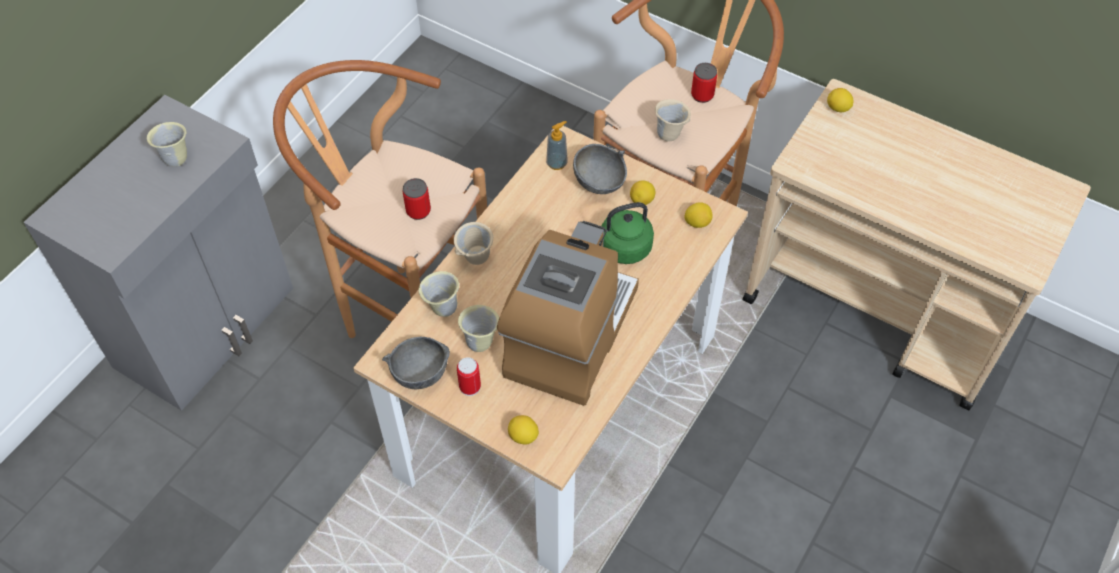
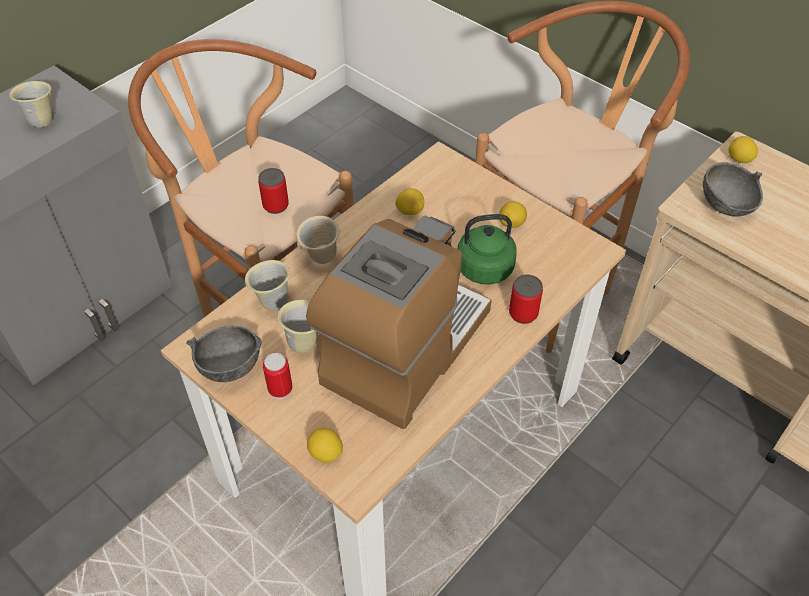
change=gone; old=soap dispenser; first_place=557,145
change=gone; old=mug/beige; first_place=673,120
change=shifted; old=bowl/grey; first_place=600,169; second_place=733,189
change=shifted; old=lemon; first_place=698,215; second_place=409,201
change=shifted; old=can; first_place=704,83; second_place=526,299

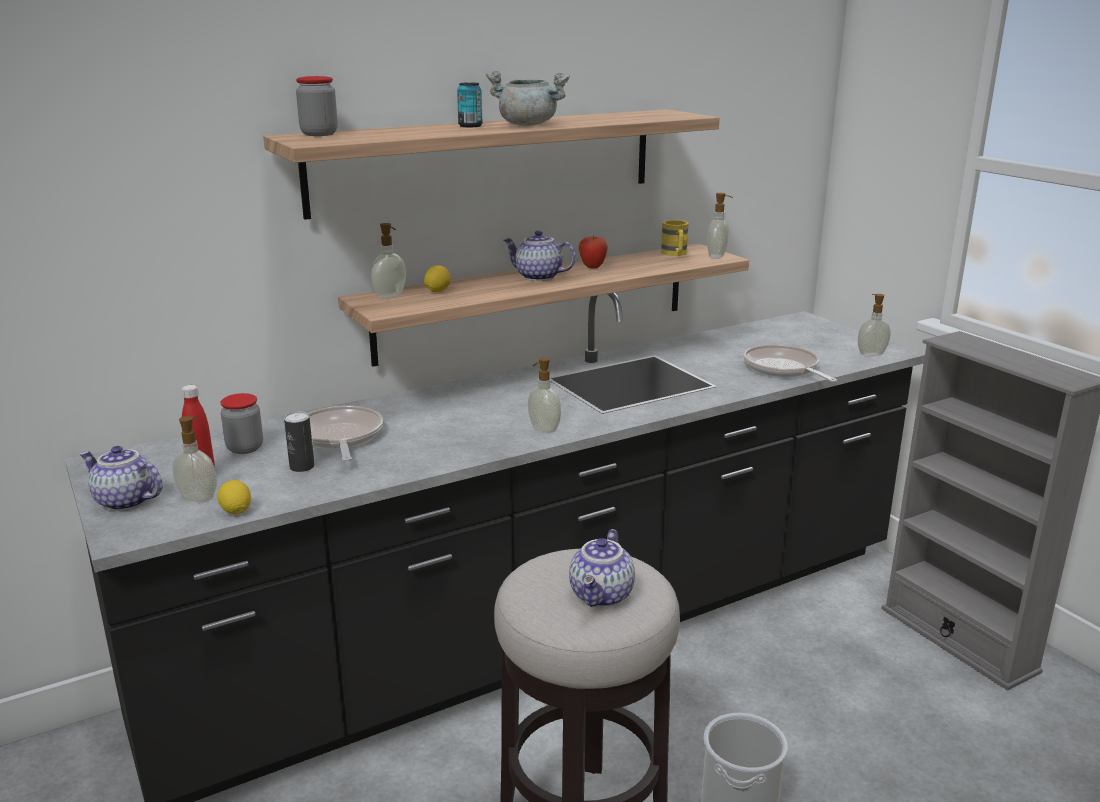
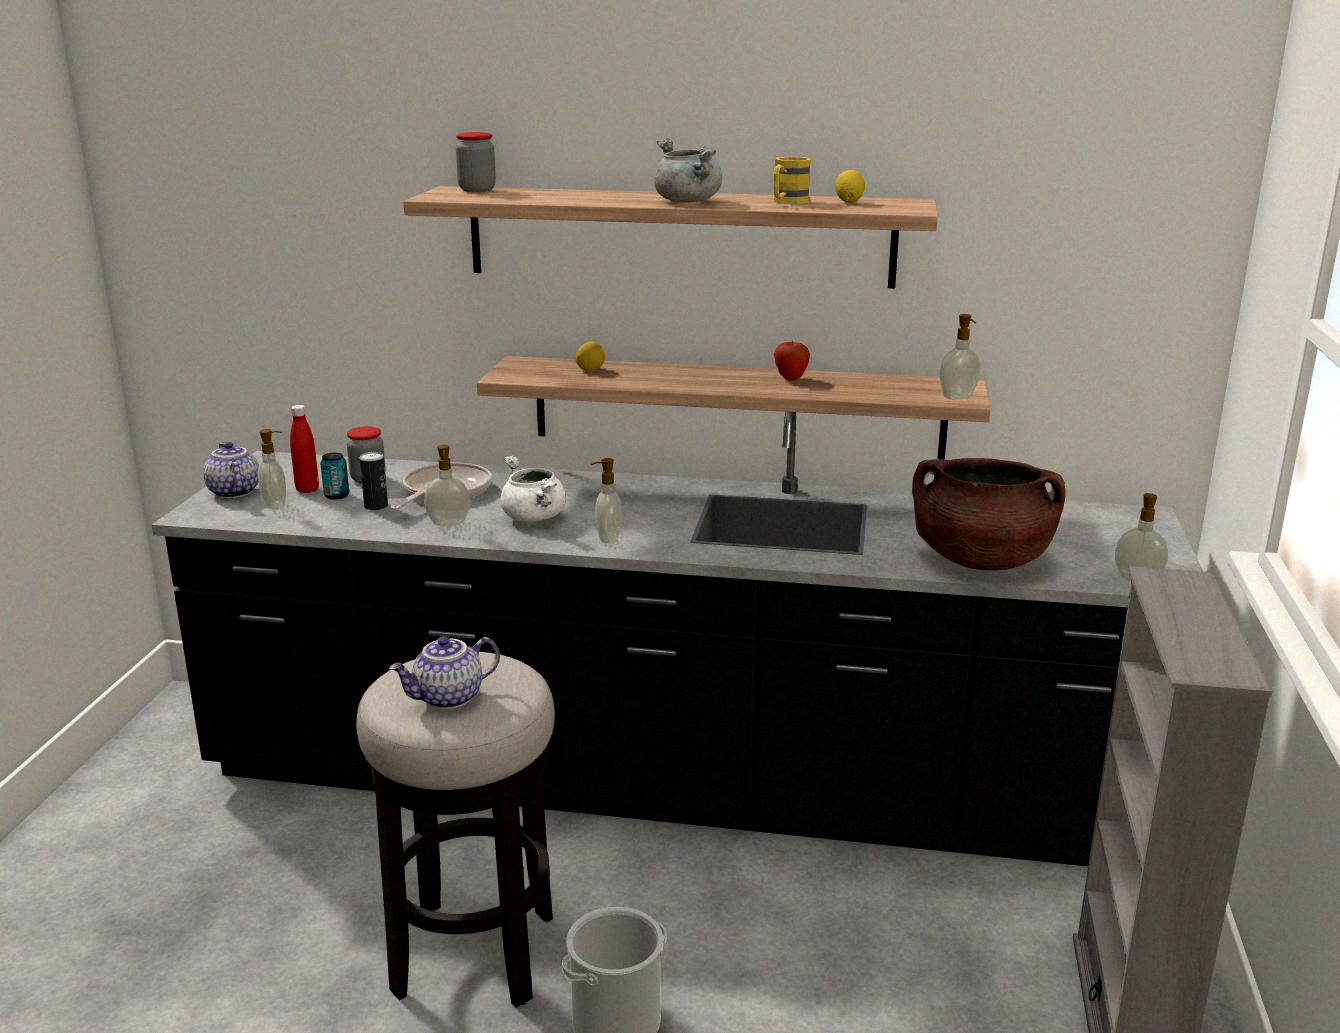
change=gone; old=teapot; first_place=540,256
change=new; new=cooking pot/white; second_place=533,488
change=shifted; old=lemon; first_place=234,497; second_place=850,186
change=shifted; old=soap dispenser; first_place=388,261; second_place=447,485
change=shifted; old=can; first_place=469,104; second_place=334,476
change=shifted; old=mug/yellow; first_place=675,238; second_place=792,180
change=swapped; old=frying pan; new=cooking pot/brown; first_place=790,363; second_place=989,514

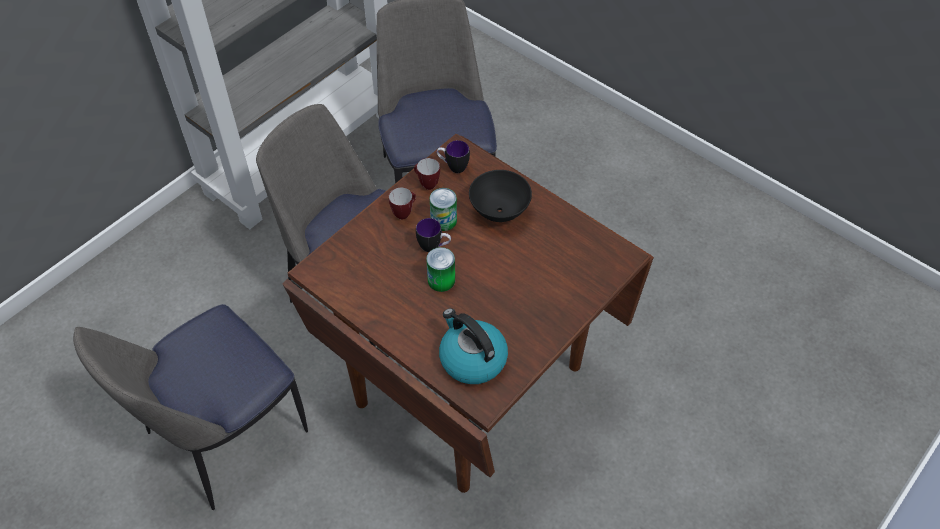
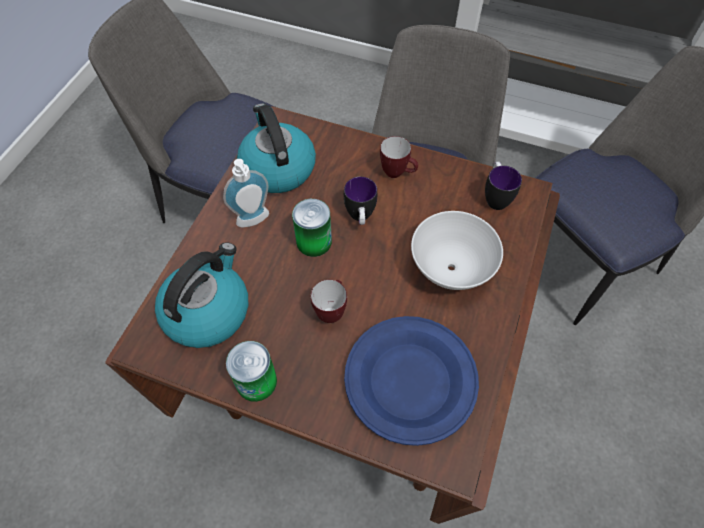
change=new; new=soap dispenser; second_place=246,193
change=new; new=kettle; second_place=276,148
change=new; new=plate/blue; second_place=411,381
change=shifted; old=mug; first_place=427,174; second_place=329,301
change=shifted; old=can; first_place=443,209; second_place=251,371
change=repainted; old=bowl/black; new=bowl/white; first_place=500,196; second_place=457,250

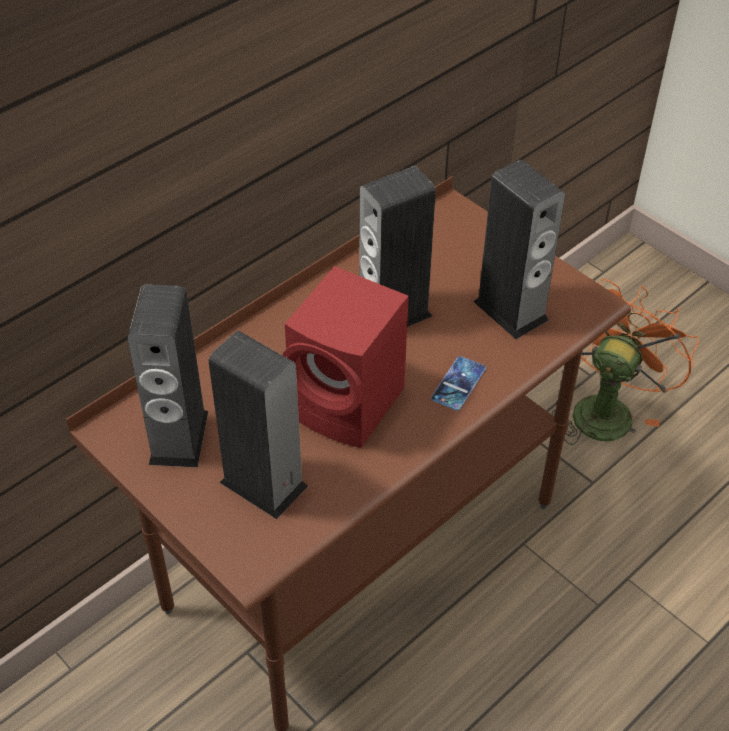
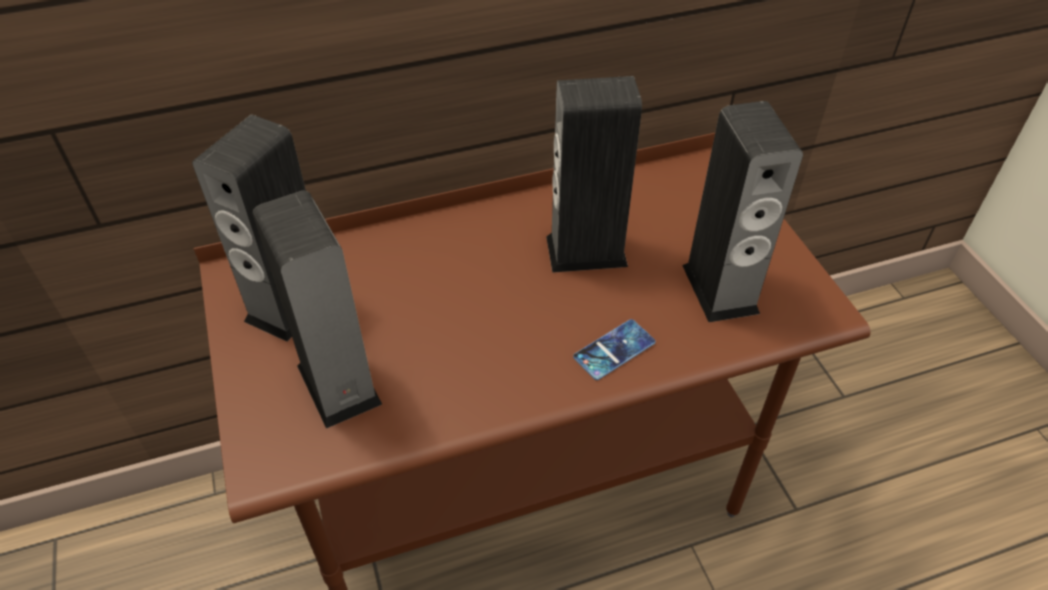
change=gone; old=speaker/red; first_place=345,357
change=gone; old=fan/orange; first_place=625,362

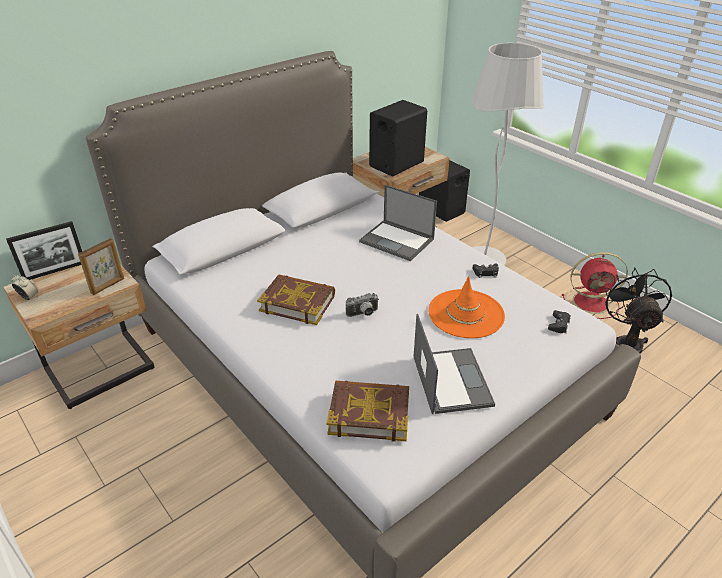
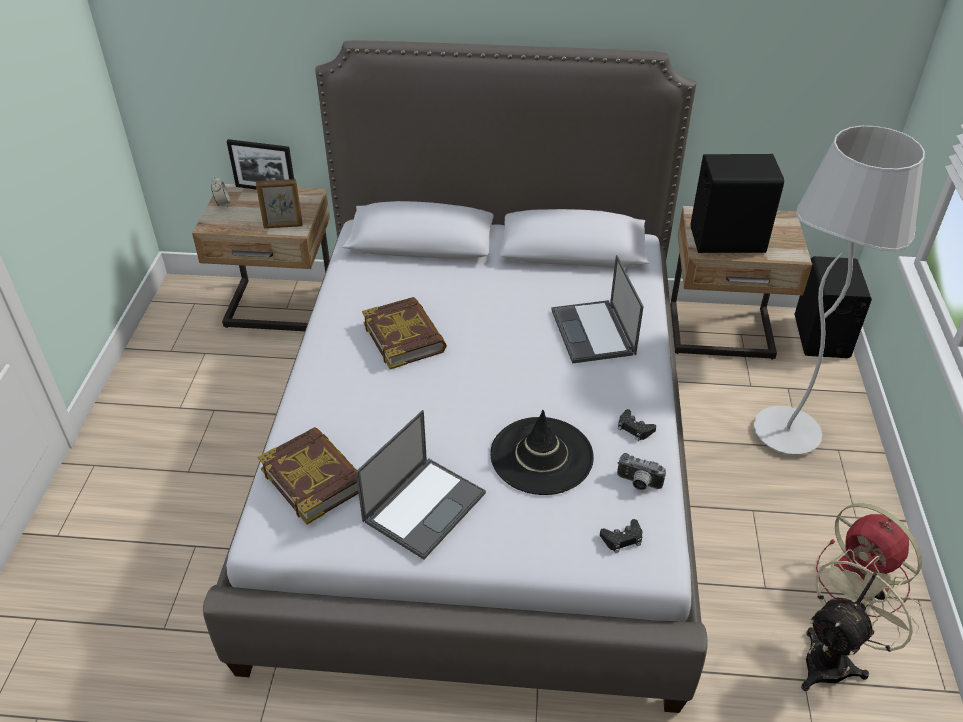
change=shifted; old=photo camera; first_place=362,305; second_place=641,471
change=repainted; old=hat/orange; new=hat/black; first_place=466,307; second_place=542,452
change=repainted; old=fan/black; new=fan/beige; first_place=638,310; second_place=862,620

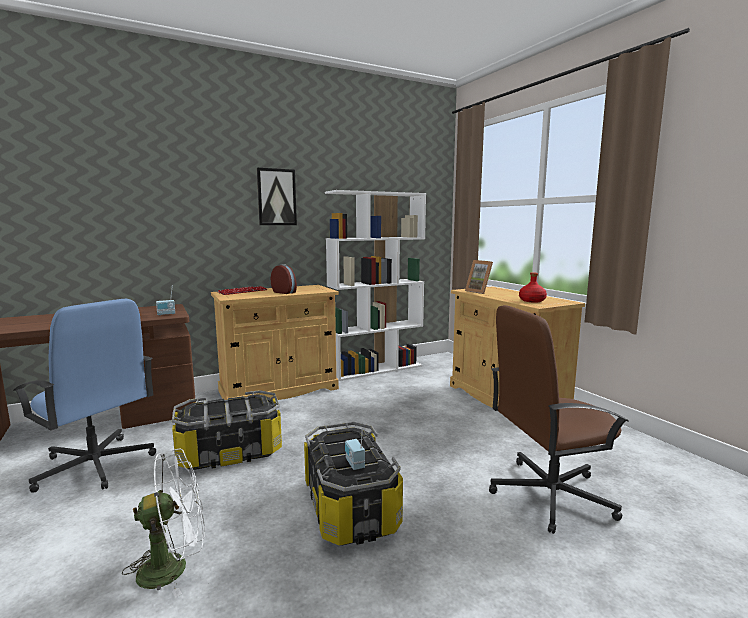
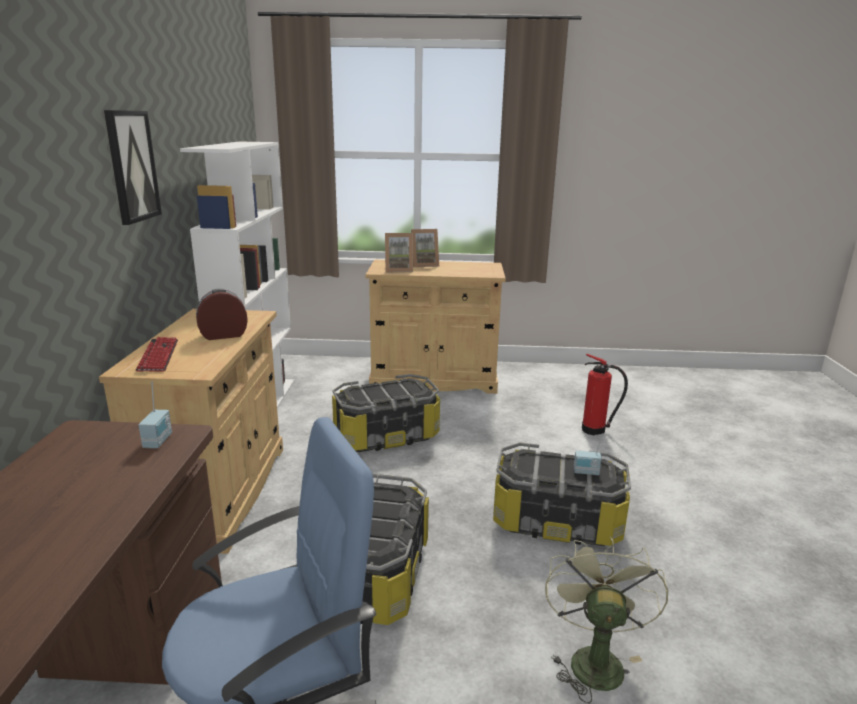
change=gone; old=bottle/red; first_place=533,287
change=new; new=storage box; second_place=386,413
change=new; new=picture frame; second_place=425,248
change=swapped; old=office chair/brown; new=fire extinguisher; first_place=559,419; second_place=605,394
change=repainted; old=fan/white; new=fan/green; first_place=163,523; second_place=607,619

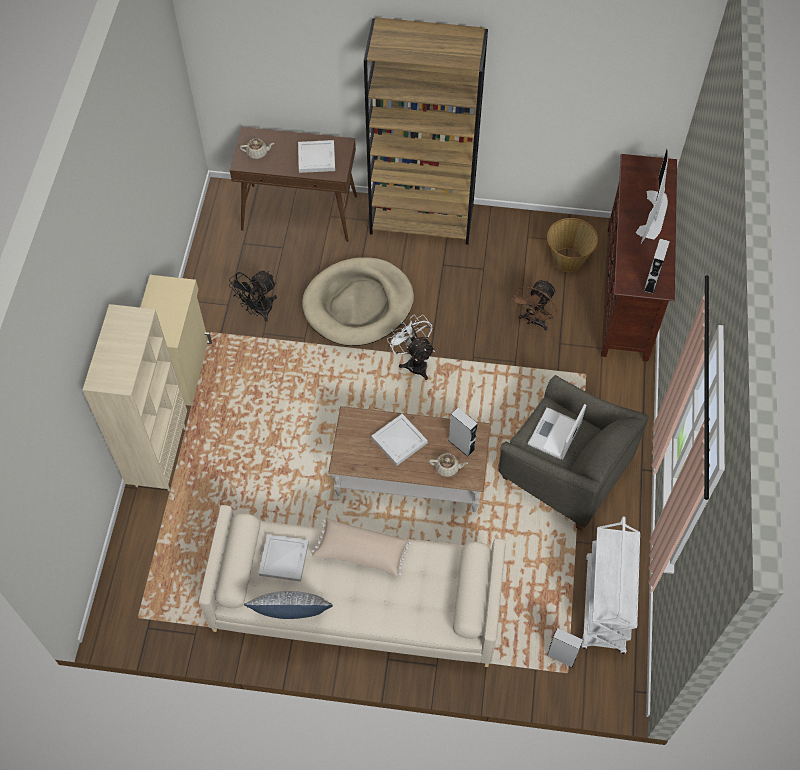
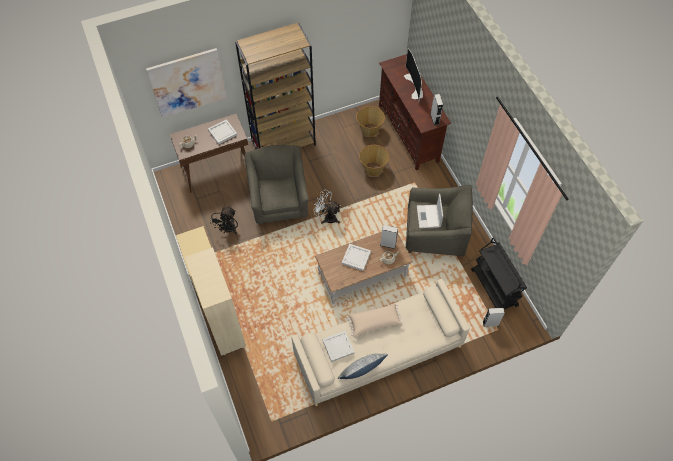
change=new; new=picture; second_place=186,83
change=swapped; old=dog bed/beige; new=armchair/grey; first_place=358,301; second_place=277,185
change=swapped; old=fan/brown; new=basket; first_place=534,305; second_place=374,160
change=repainted; old=cart/white; new=cart/black; first_place=610,585; second_place=499,273

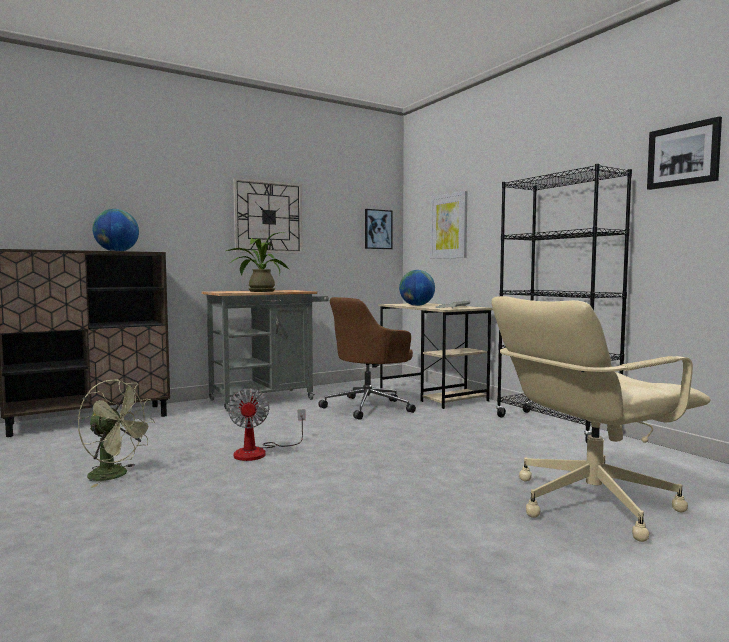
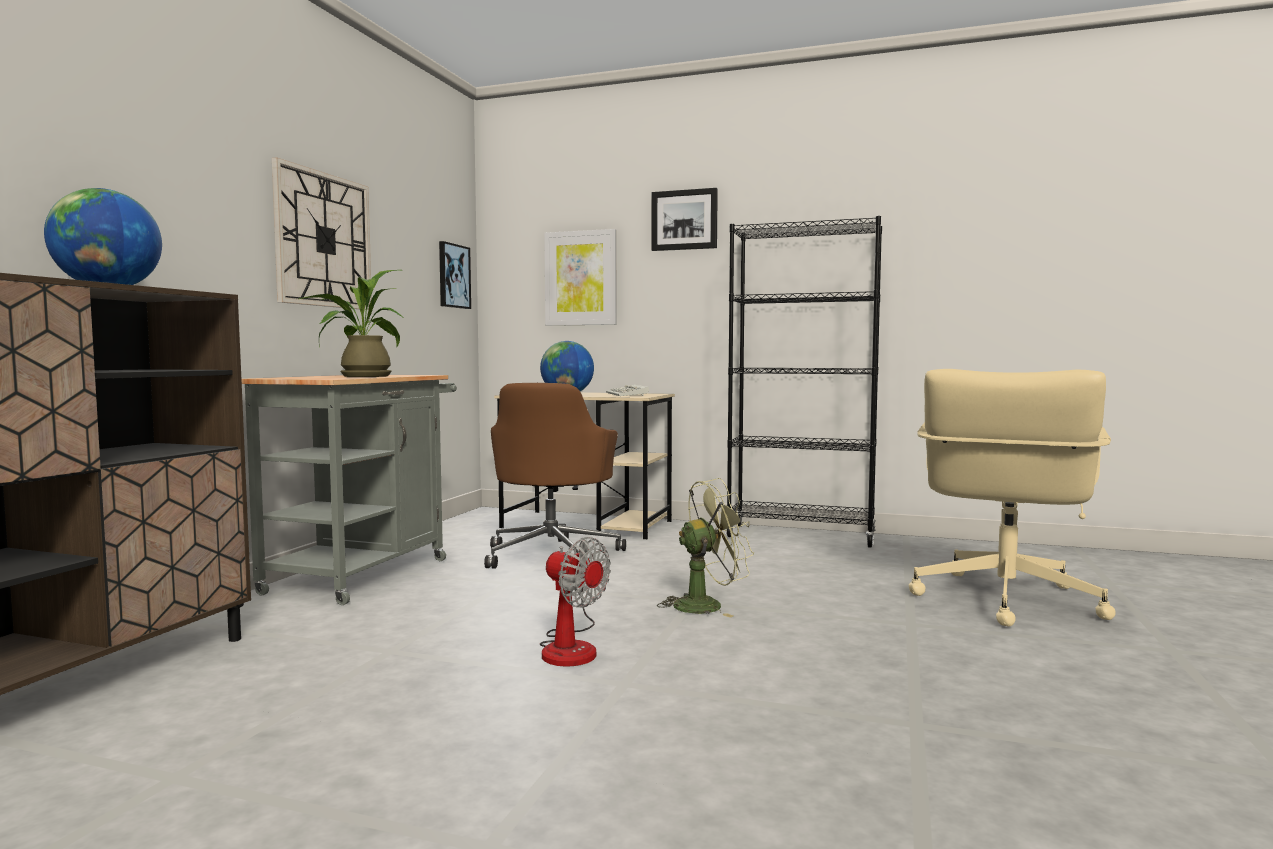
change=shifted; old=fan/green; first_place=116,433; second_place=705,547
change=shifted; old=picture; first_place=684,153; second_place=684,219

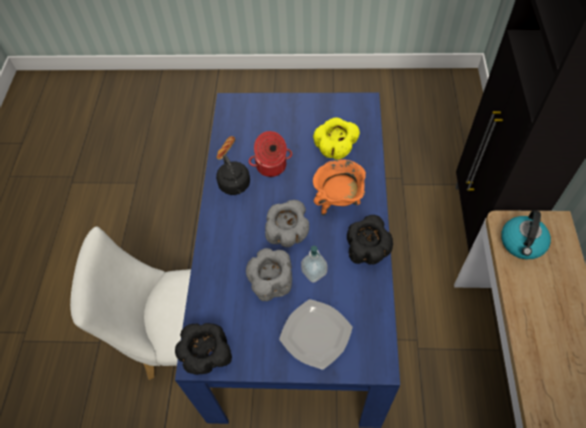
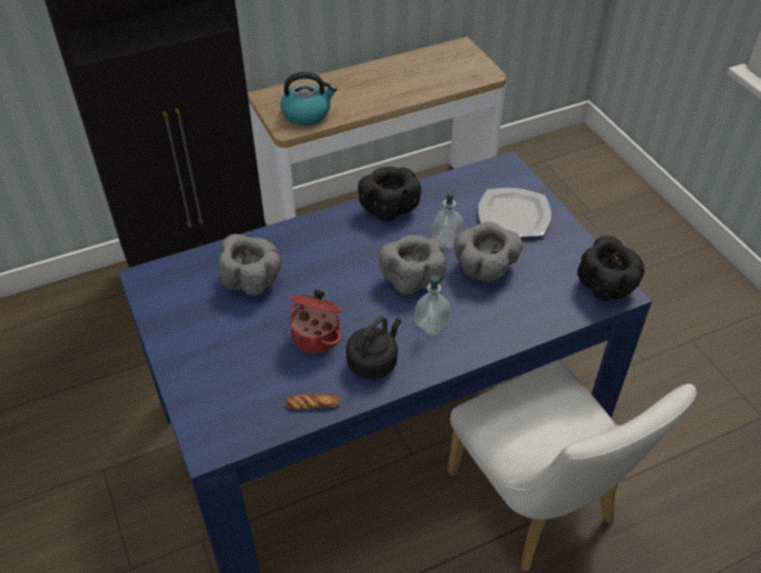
change=gone; old=cooking pot/orange; first_place=339,187
change=new; new=soap dispenser; second_place=432,304
change=repainted; old=bowl/yellow; new=bowl/grey; first_place=336,138; second_place=250,264

